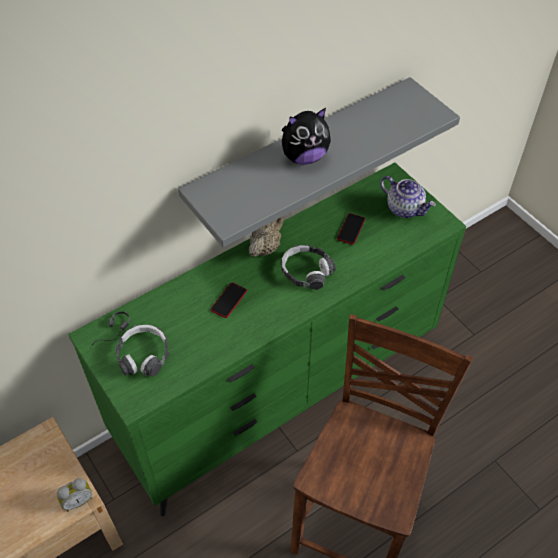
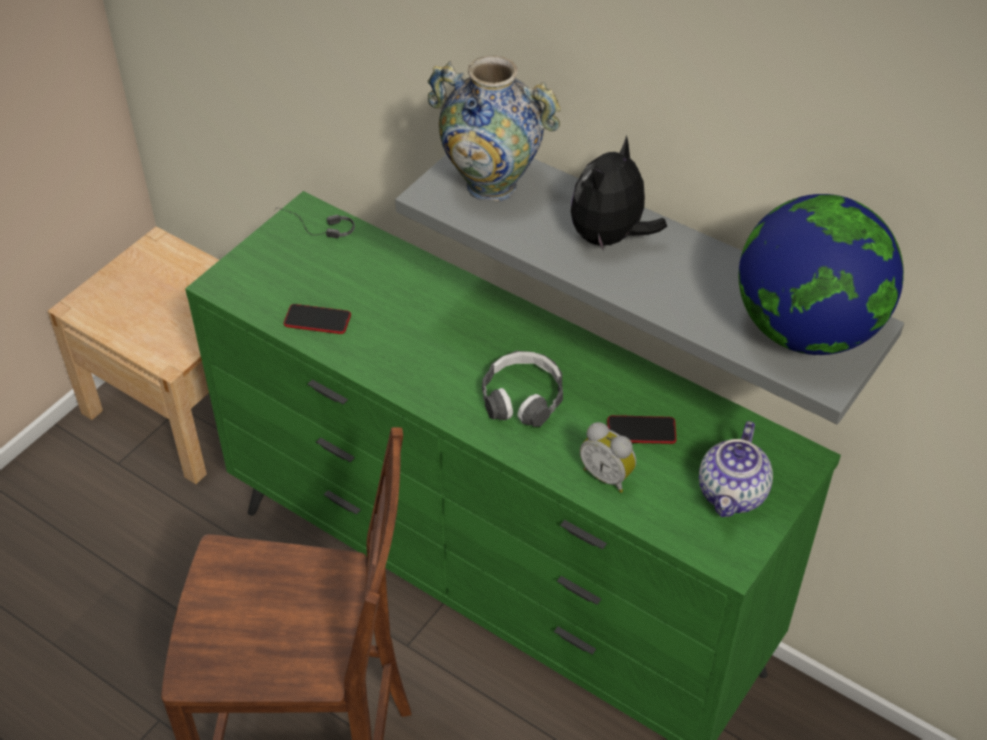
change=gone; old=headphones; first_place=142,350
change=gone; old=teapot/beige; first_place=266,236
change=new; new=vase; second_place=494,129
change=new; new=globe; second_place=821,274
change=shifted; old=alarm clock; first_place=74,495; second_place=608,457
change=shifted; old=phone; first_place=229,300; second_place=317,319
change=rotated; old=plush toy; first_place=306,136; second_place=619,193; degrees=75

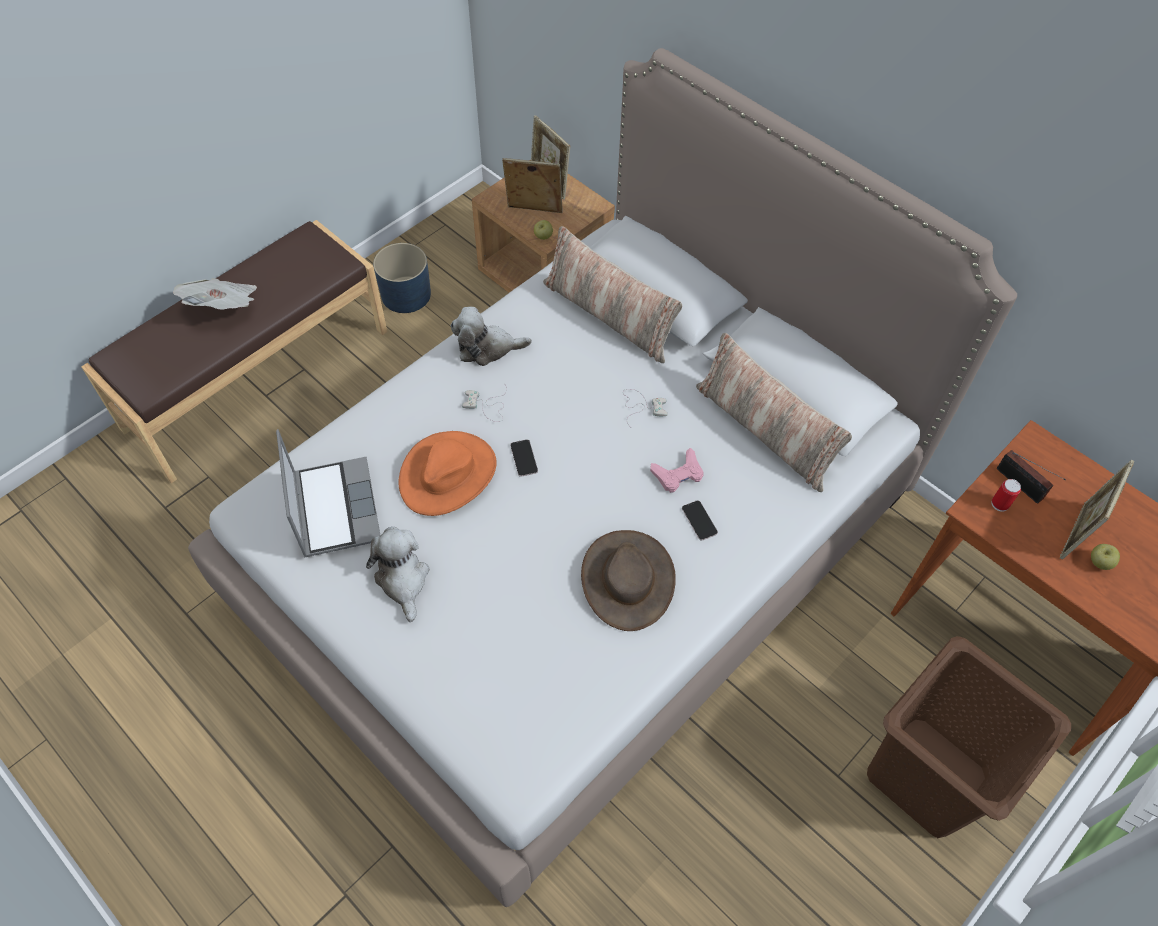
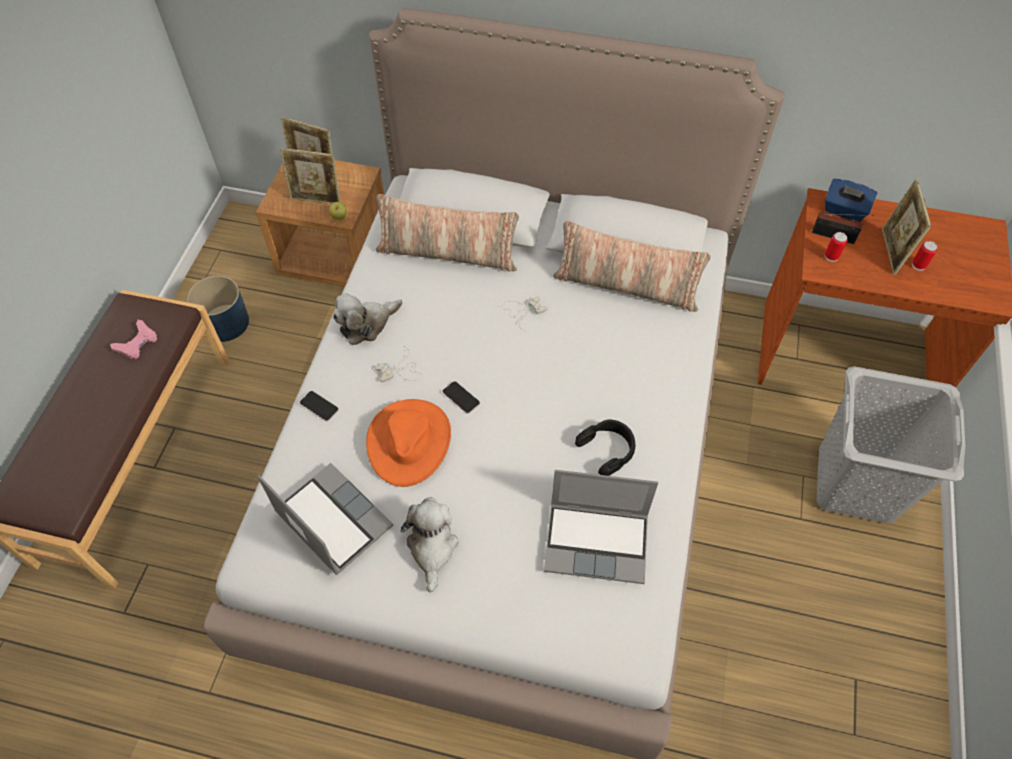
change=gone; old=newspaper; first_place=215,294
change=new; new=laptop; second_place=601,527
change=new; new=tissue box/blue; second_place=851,200
change=shifted; old=game controller/pink; first_place=677,470; second_place=133,339
change=shifted; old=phone; first_place=700,520; second_place=319,406
change=swapped; old=hat/brown; new=headphones/black; first_place=628,580; second_place=605,447
change=swapped; old=apple; new=can; first_place=1105,557; second_place=924,256
change=repainted; old=laundry basket/brown; new=laundry basket/grey; first_place=969,737; second_place=891,444
change=rotated; old=plush toy; first_place=397,574; second_place=429,544; degrees=45
change=rotated; old=picture frame; first_place=532,185; second_place=310,176; degrees=-150

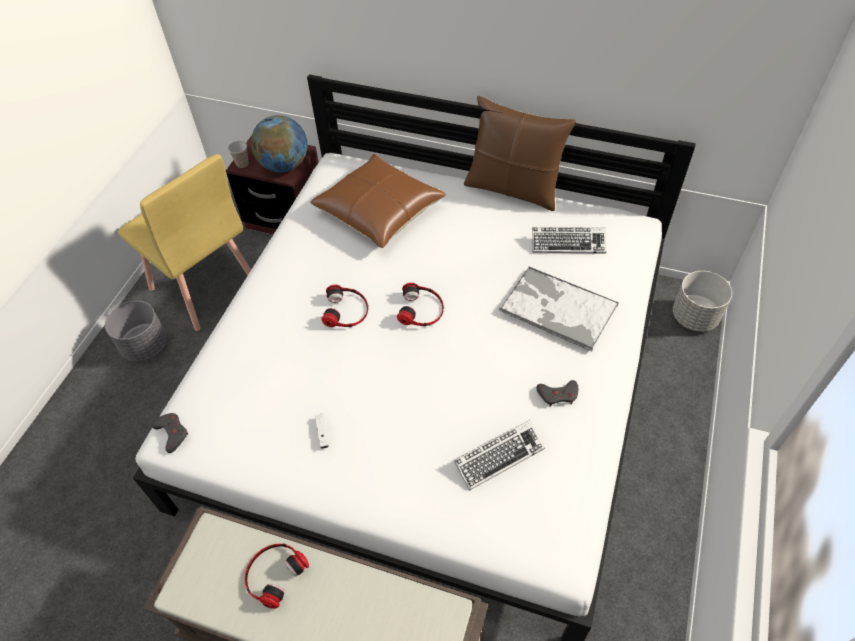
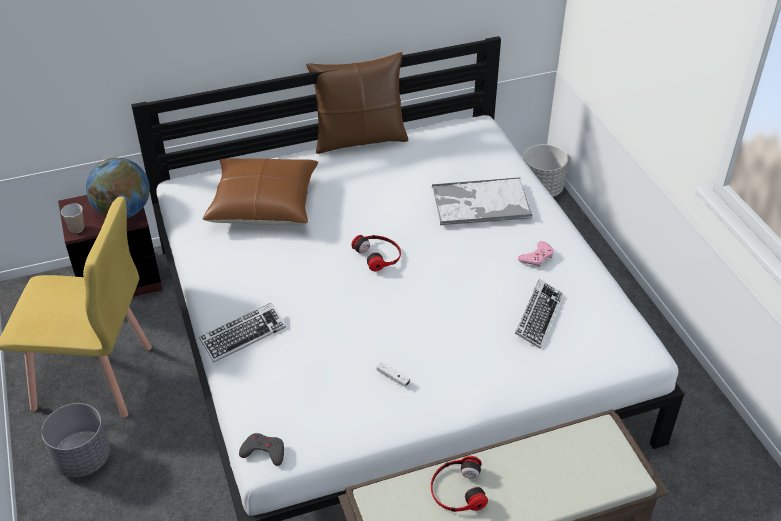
change=gone; old=headphones; first_place=344,305
change=shifted; old=keyboard; first_place=569,240; second_place=242,332
change=repainted; old=game controller/grey; new=game controller/pink; first_place=557,393; second_place=536,254

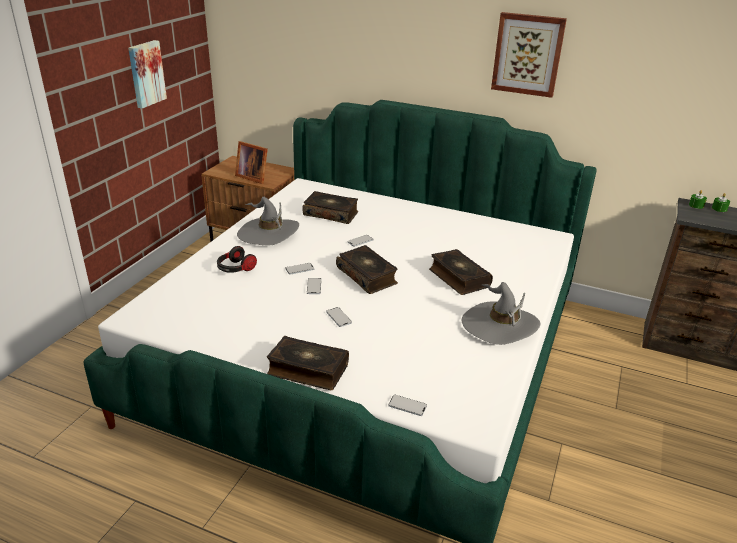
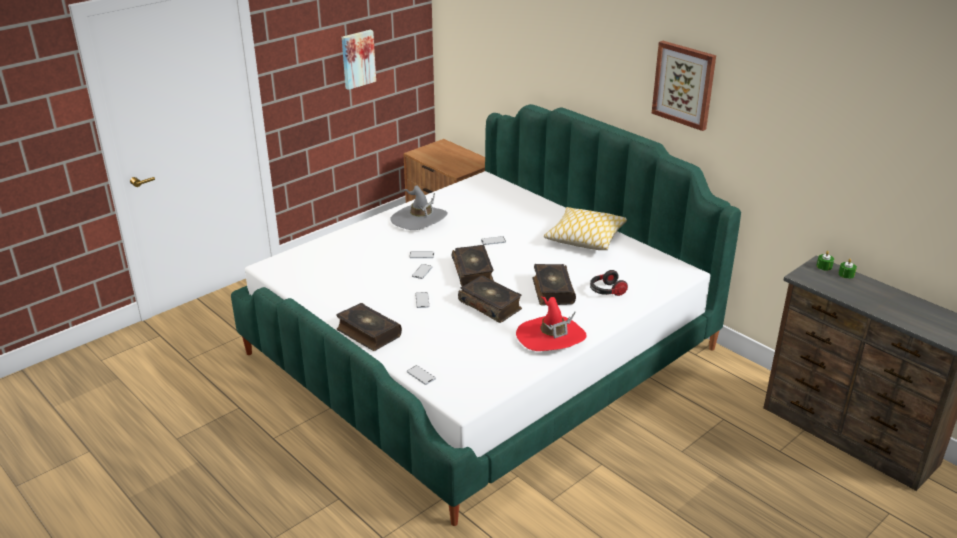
change=gone; old=picture frame; first_place=251,162
change=new; new=pillow; second_place=585,228
change=shifted; old=headphones; first_place=237,259; second_place=609,283
change=shifted; old=book; first_place=330,207; second_place=490,299
change=repainted; old=hat/grey; new=hat/red; first_place=501,313; second_place=551,324

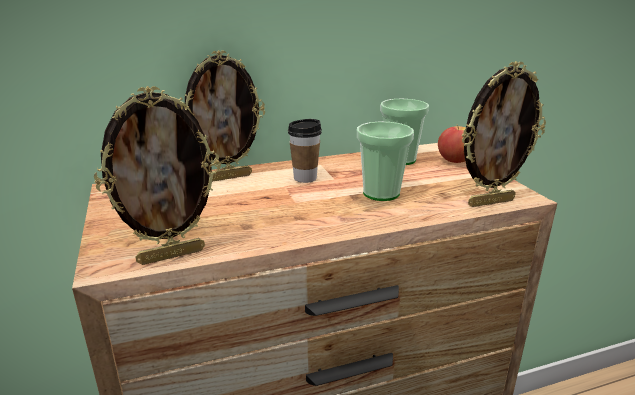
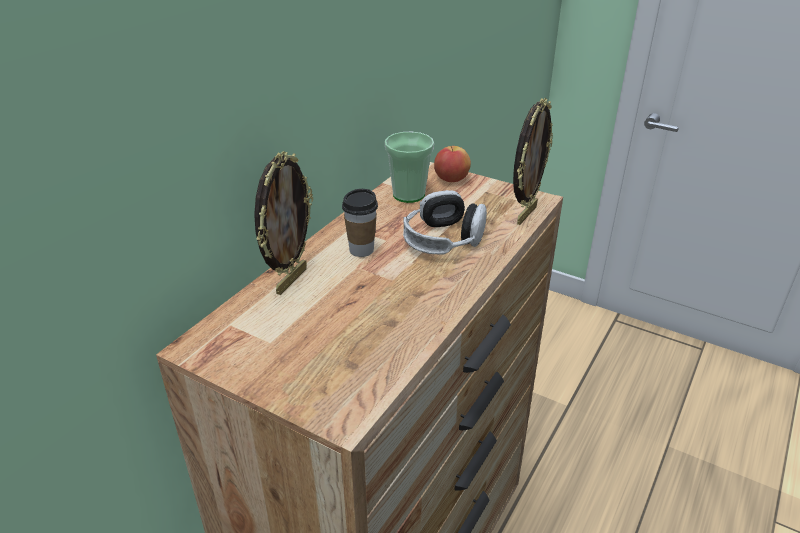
change=gone; old=picture frame; first_place=157,175
change=swapped; old=cup; new=headphones; first_place=385,161; second_place=445,222

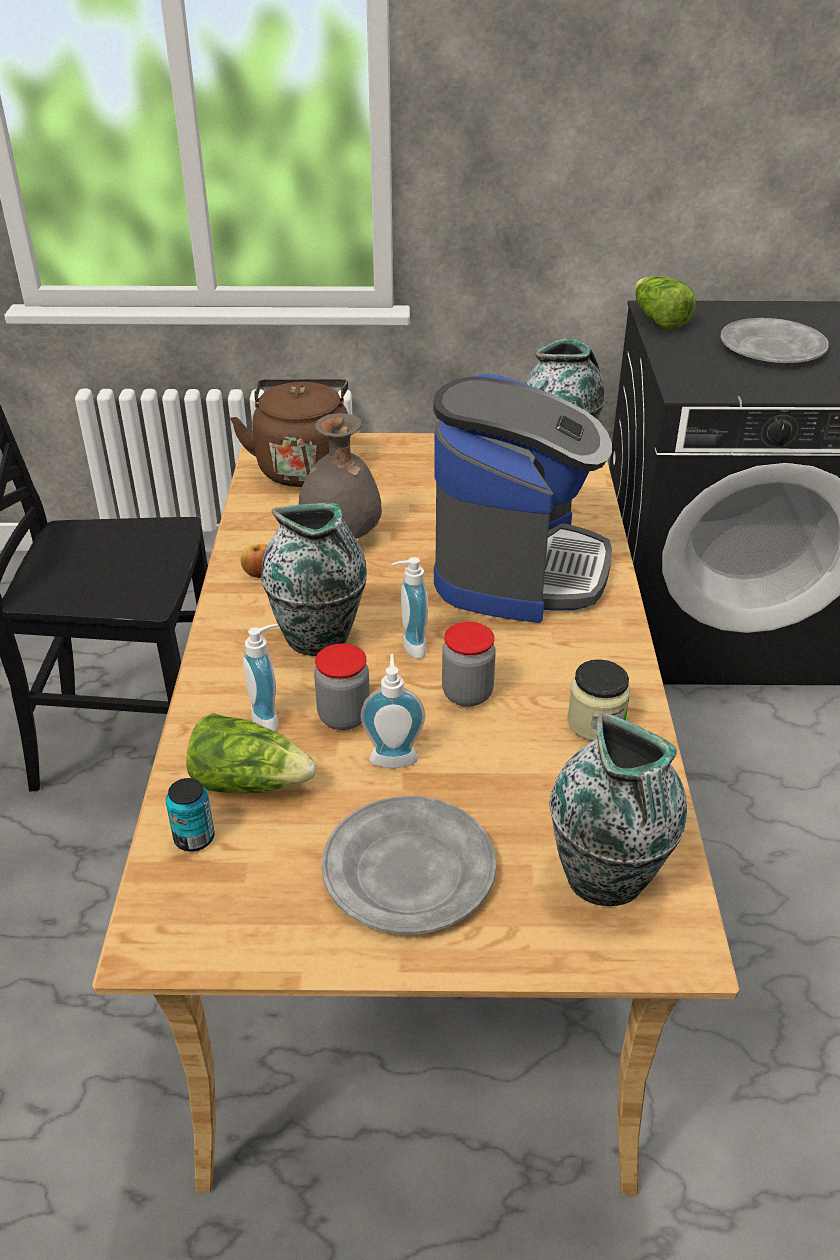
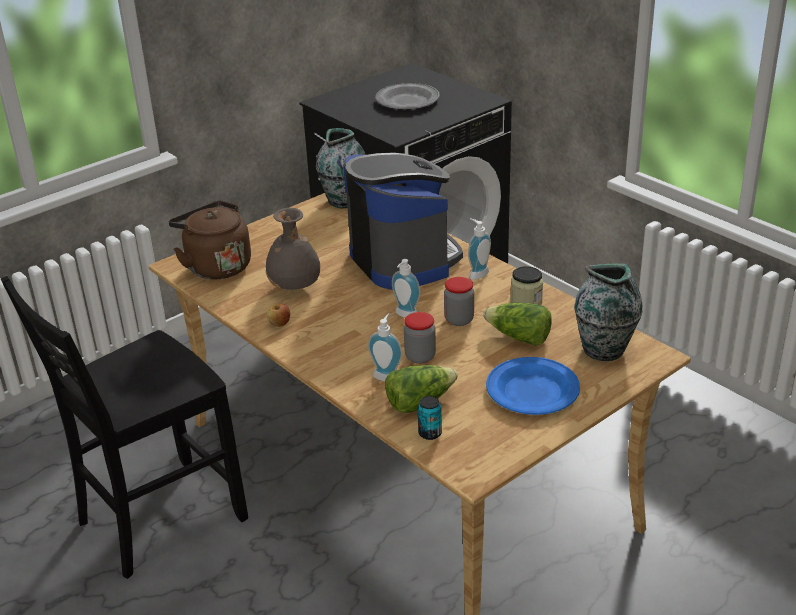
change=gone; old=vase; first_place=314,579
change=shifted; old=soap dispenser; first_place=393,711; second_place=479,249
change=shifted; old=lettuce; first_place=665,303; second_place=517,324
change=repainted; old=plate/grey; new=plate/blue; first_place=408,865; second_place=533,386

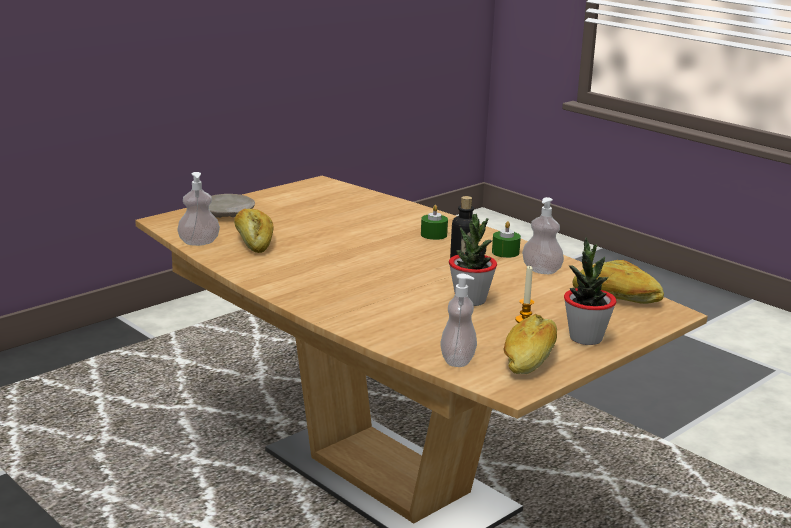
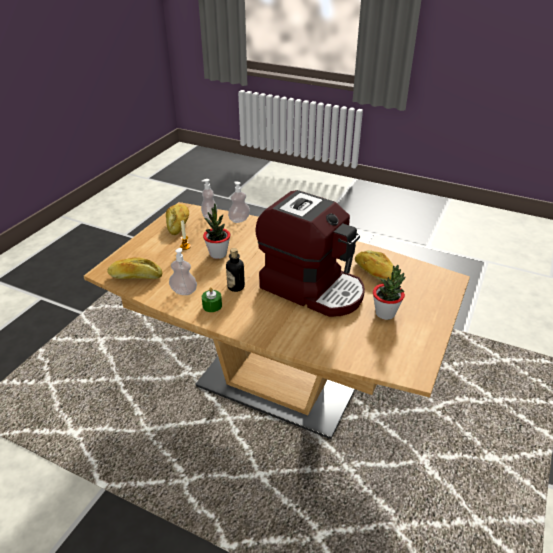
change=gone; old=plate/beige; first_place=232,206
change=gone; old=candle/green; first_place=434,222
change=new; new=coffee machine; second_place=310,253
change=shifted; old=soap dispenser; first_place=198,209; second_place=239,202
change=shifted; old=potted plant; first_place=590,291; second_place=389,292

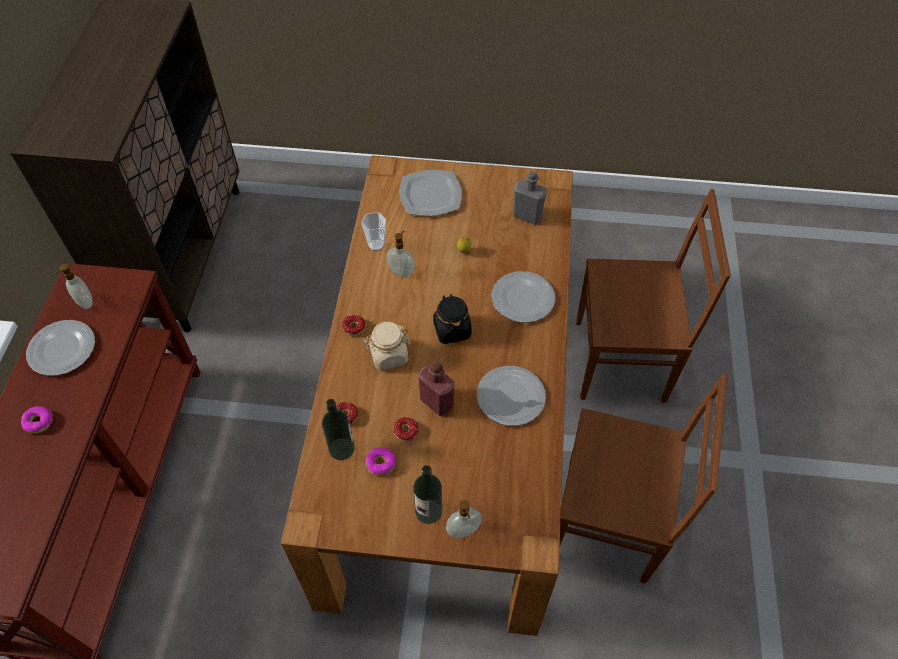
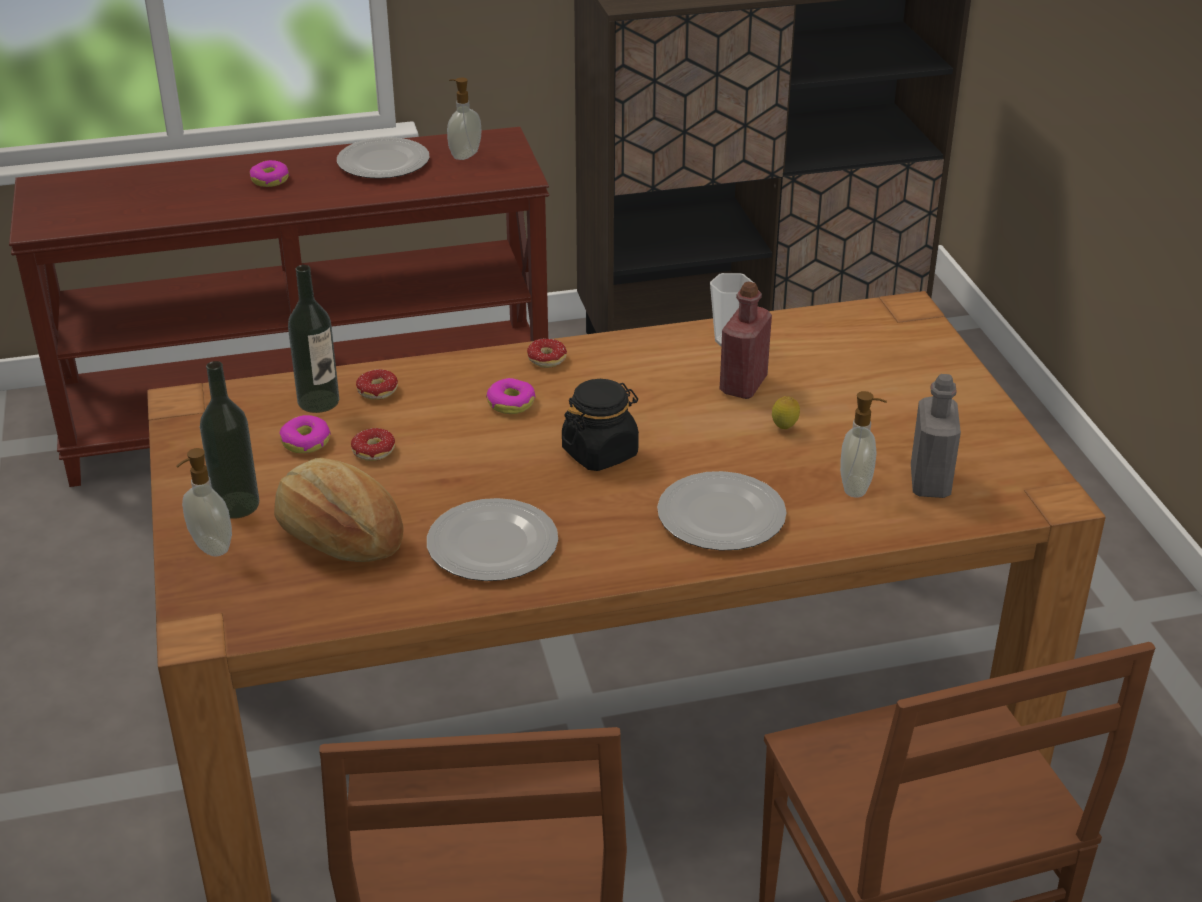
change=gone; old=plate; first_place=430,193
change=new; new=bread; second_place=339,510
change=shifted; old=soap dispenser; first_place=401,253; second_place=863,444
change=shifted; old=bottle/red; first_place=437,389; second_place=746,340
change=swapped; old=jar/beige; new=donut; first_place=387,346; second_place=511,396

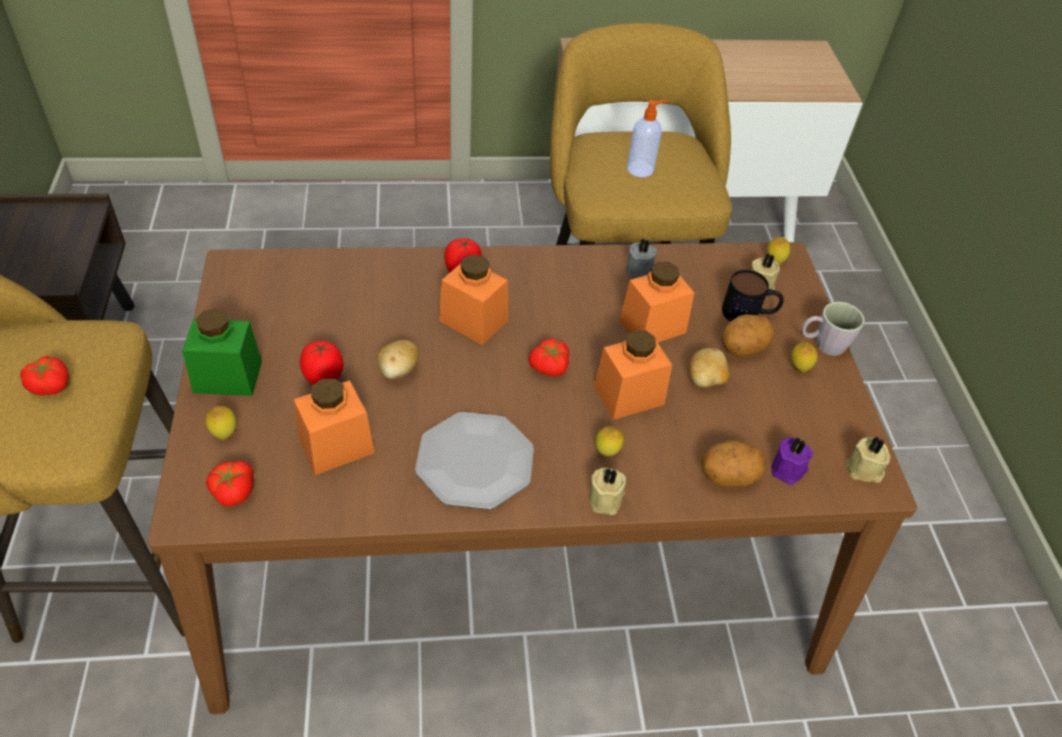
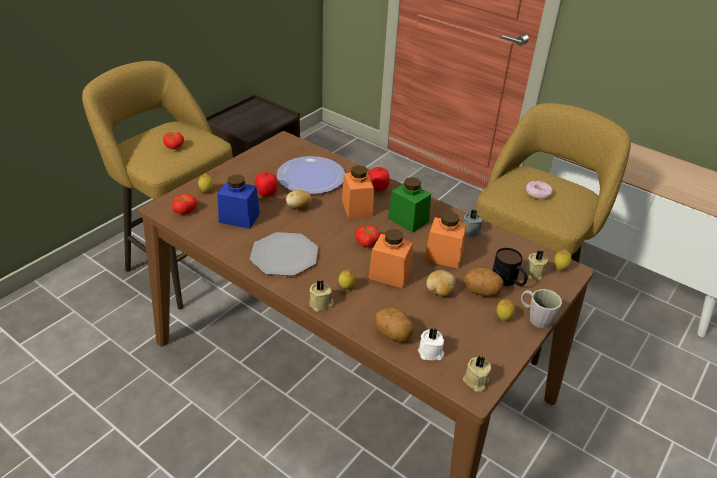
change=new; new=plate; second_place=311,175
change=shifted; old=jar/green; first_place=222,352; second_place=409,205
change=swapped; old=soap dispenser; new=donut; first_place=648,138; second_place=539,190
change=repainted; old=jar/orange; new=jar/blue; first_place=334,426; second_place=238,202
change=repainted; old=candle/purple; new=candle/white; first_place=792,461; second_place=431,344

